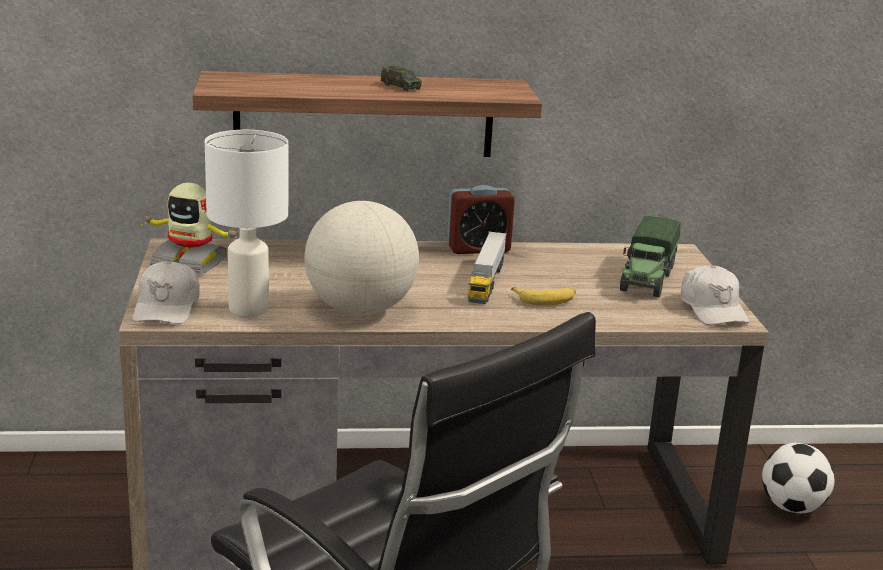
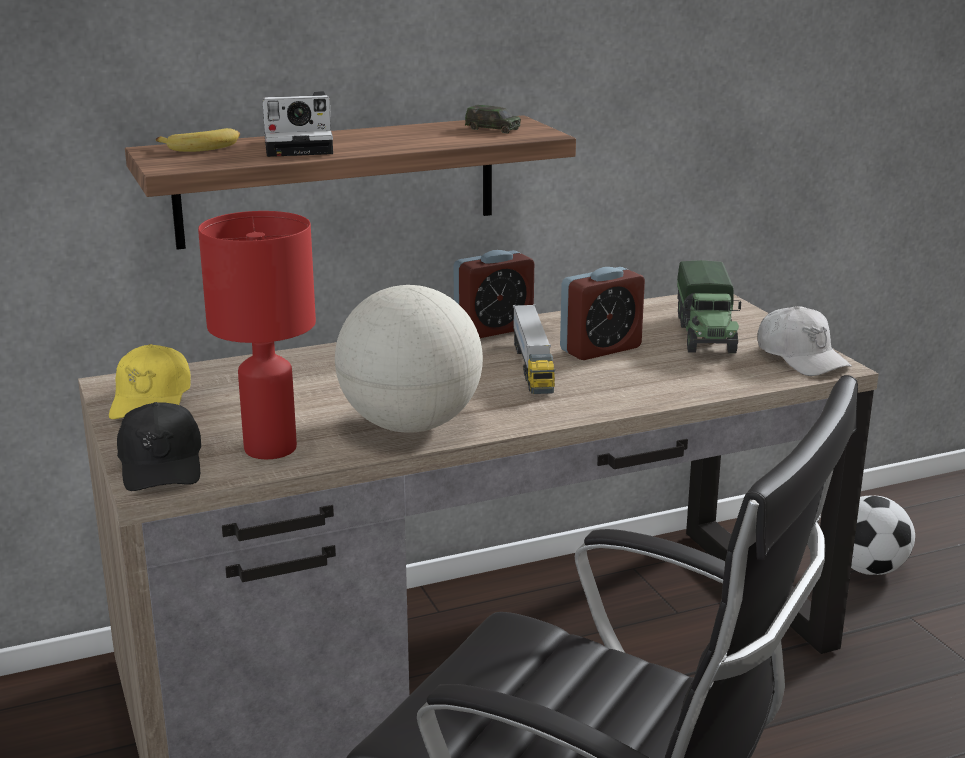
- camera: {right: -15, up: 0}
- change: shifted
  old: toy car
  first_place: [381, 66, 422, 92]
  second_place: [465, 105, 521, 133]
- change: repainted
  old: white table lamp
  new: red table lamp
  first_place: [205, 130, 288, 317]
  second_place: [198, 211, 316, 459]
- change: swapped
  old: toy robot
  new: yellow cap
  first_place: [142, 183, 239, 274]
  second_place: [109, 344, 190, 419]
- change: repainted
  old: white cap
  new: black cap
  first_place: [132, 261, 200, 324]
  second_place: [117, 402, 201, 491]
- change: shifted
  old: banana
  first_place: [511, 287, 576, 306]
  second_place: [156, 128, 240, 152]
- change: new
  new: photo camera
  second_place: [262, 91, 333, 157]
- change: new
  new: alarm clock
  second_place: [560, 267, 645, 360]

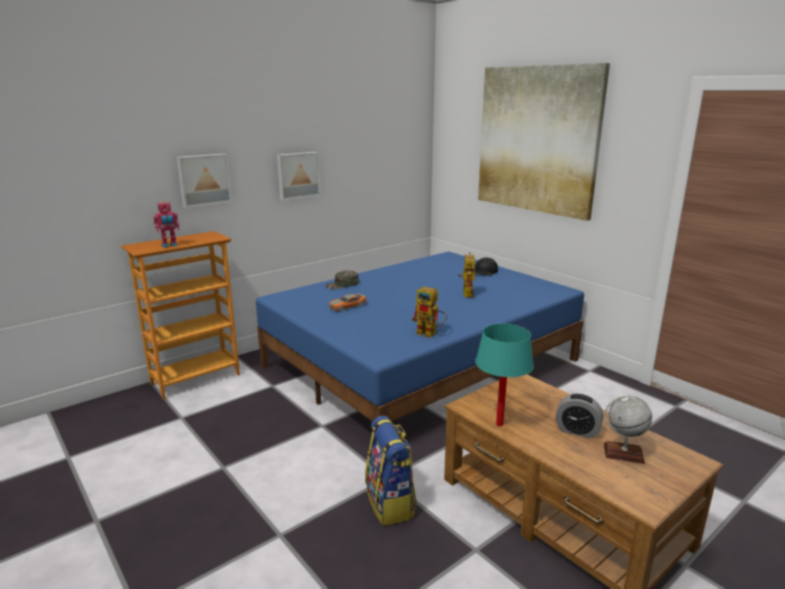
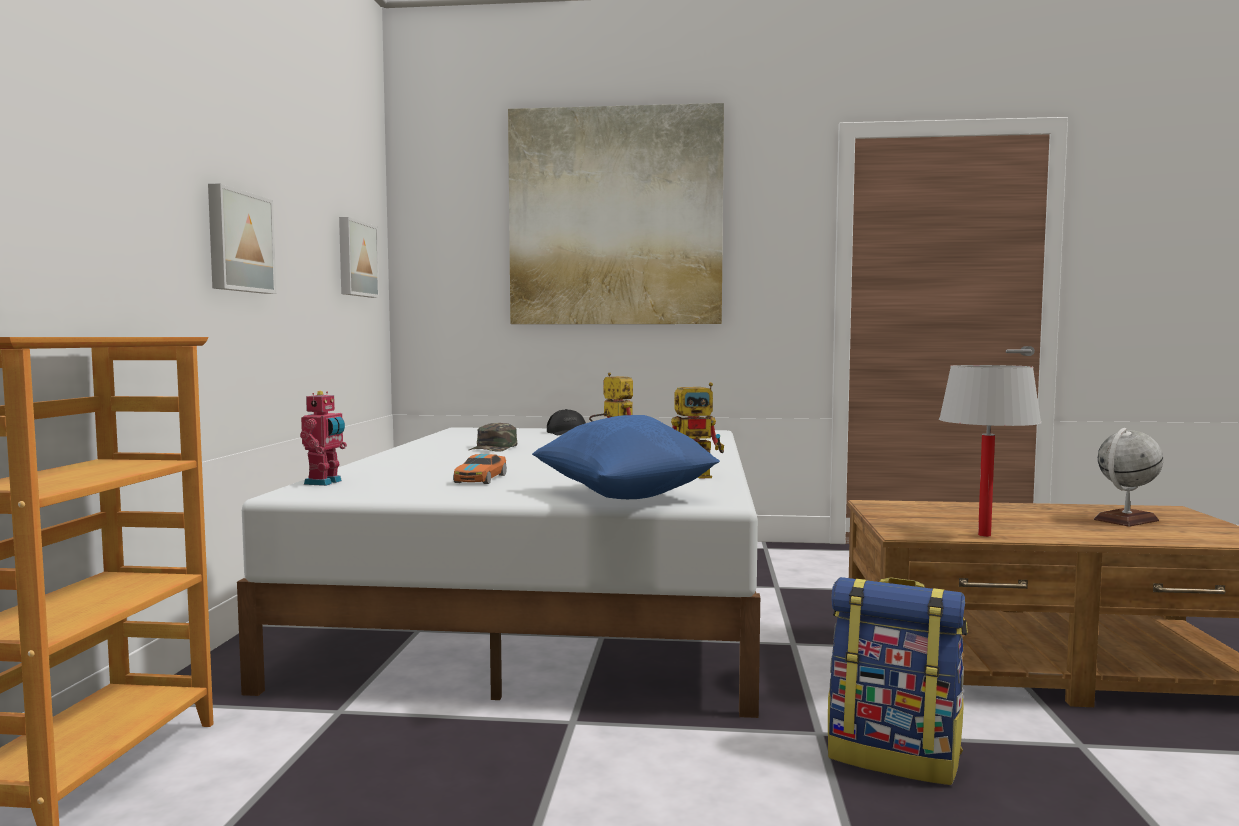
- camera: {right: -45, up: -15}
- change: shifted
  old: picture
  first_place: [177, 154, 232, 208]
  second_place: [339, 217, 379, 298]
- change: shifted
  old: toy robot
  first_place: [154, 201, 179, 248]
  second_place: [300, 391, 347, 486]
- change: repainted
  old: blue bed
  new: white bed
  first_place: [256, 252, 584, 422]
  second_place: [237, 427, 760, 718]
- change: shifted
  old: green cap
  first_place: [325, 270, 359, 289]
  second_place: [469, 423, 517, 452]
- change: repainted
  old: turquoise table lamp
  new: white table lamp
  first_place: [475, 324, 534, 426]
  second_place: [939, 365, 1042, 537]
- change: gone
  old: alarm clock
  first_place: [555, 394, 603, 438]
- change: new
  new: blue pillow
  second_place: [532, 415, 720, 499]

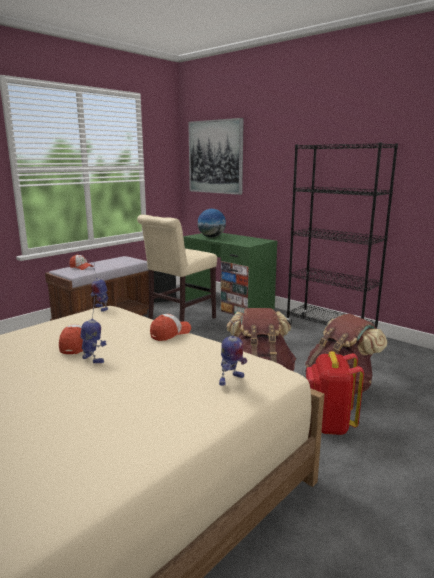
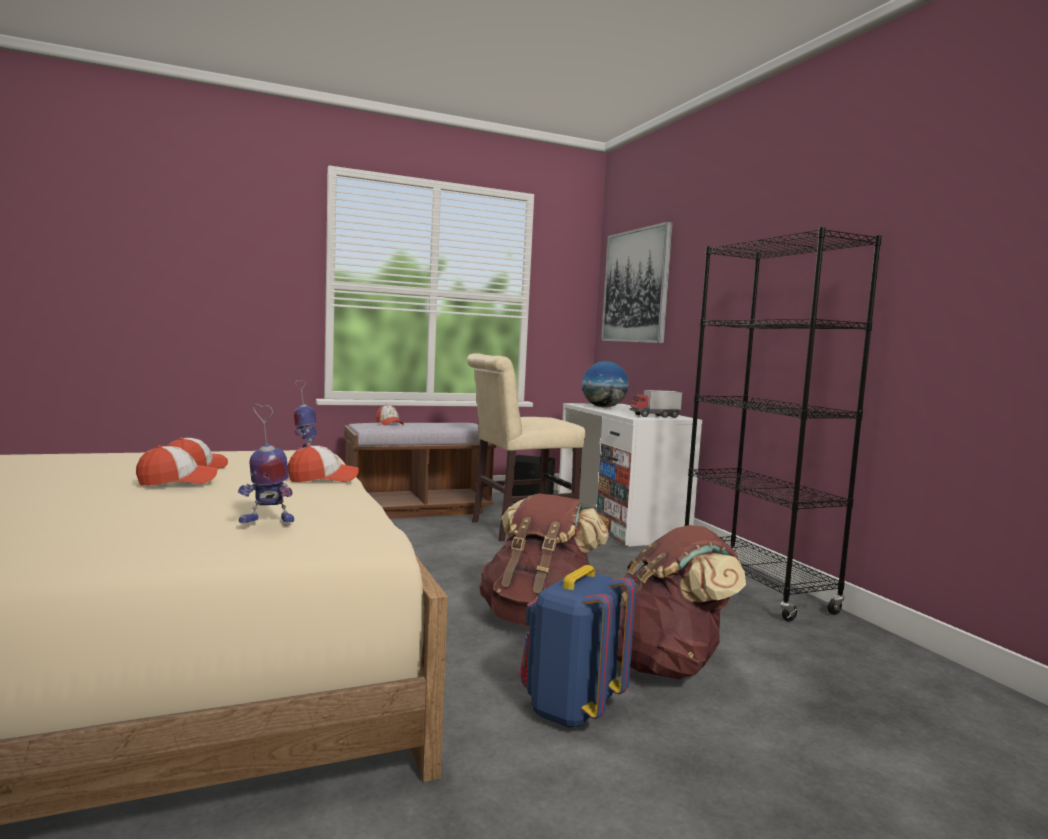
- camera: {right: 25, up: -10}
- change: repainted
  old: green desk
  new: white desk
  first_place: [183, 233, 277, 315]
  second_place: [558, 403, 702, 547]
- change: swapped
  old: toy robot
  new: cap
  first_place: [80, 297, 107, 363]
  second_place: [136, 445, 217, 486]
- change: repainted
  old: red backpack
  new: blue backpack
  first_place: [306, 351, 364, 435]
  second_place: [519, 565, 636, 728]
- change: new
  new: toy truck
  second_place: [630, 390, 682, 418]

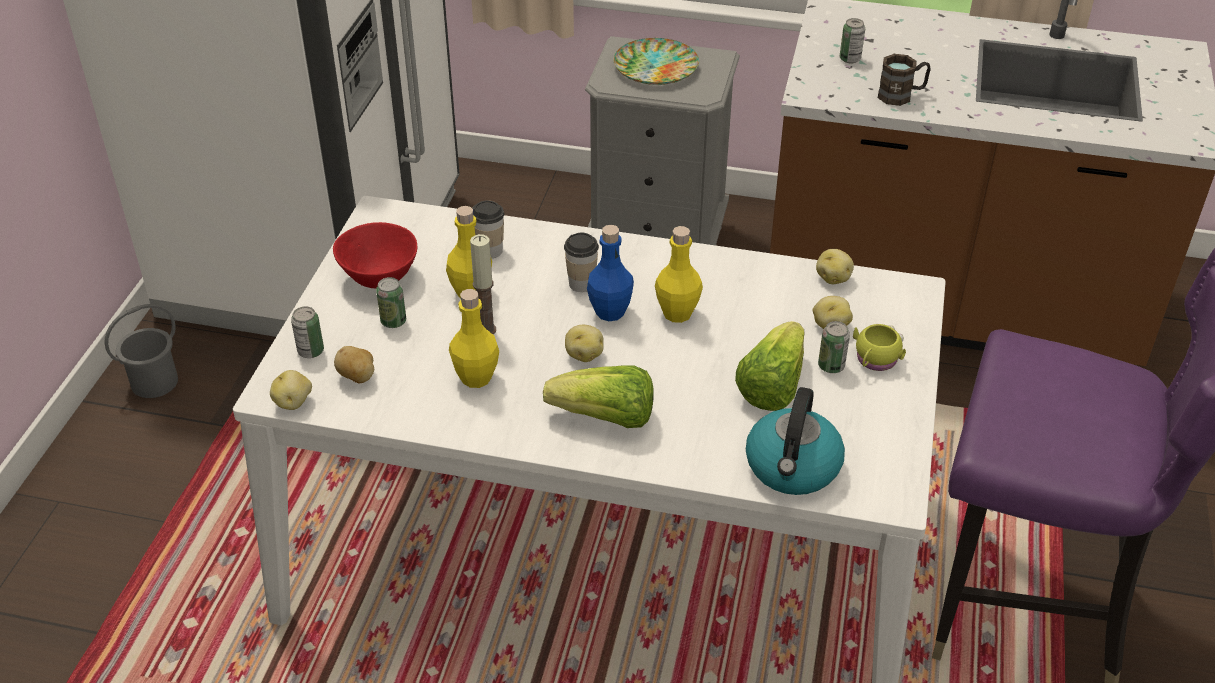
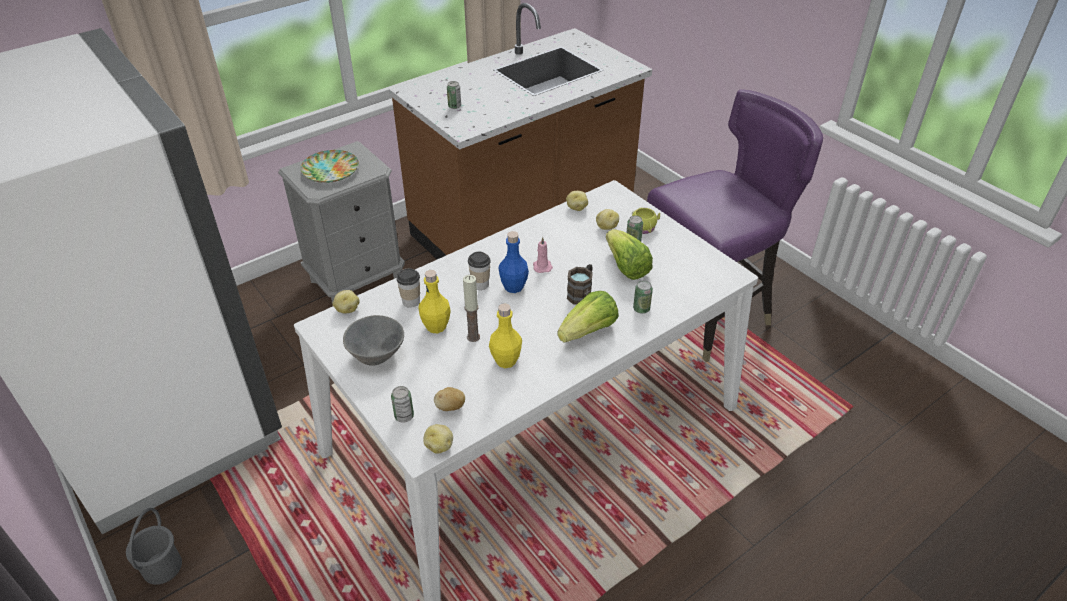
- camera: {right: -50, up: 0}
- change: shifted
  old: brown mug
  first_place: [878, 54, 931, 106]
  second_place: [567, 264, 593, 305]
- change: repainted
  old: red bowl
  new: grey bowl
  first_place: [333, 222, 417, 289]
  second_place: [343, 315, 404, 366]
- change: swapped
  old: yellow bottle
  new: pink candle
  first_place: [655, 226, 703, 323]
  second_place: [533, 237, 553, 273]
- change: shifted
  old: can
  first_place: [376, 277, 406, 328]
  second_place: [633, 280, 653, 314]
- change: shifted
  old: potato
  first_place: [565, 325, 604, 362]
  second_place: [332, 290, 360, 314]
- change: gone
  old: kettle
  first_place: [746, 387, 845, 495]

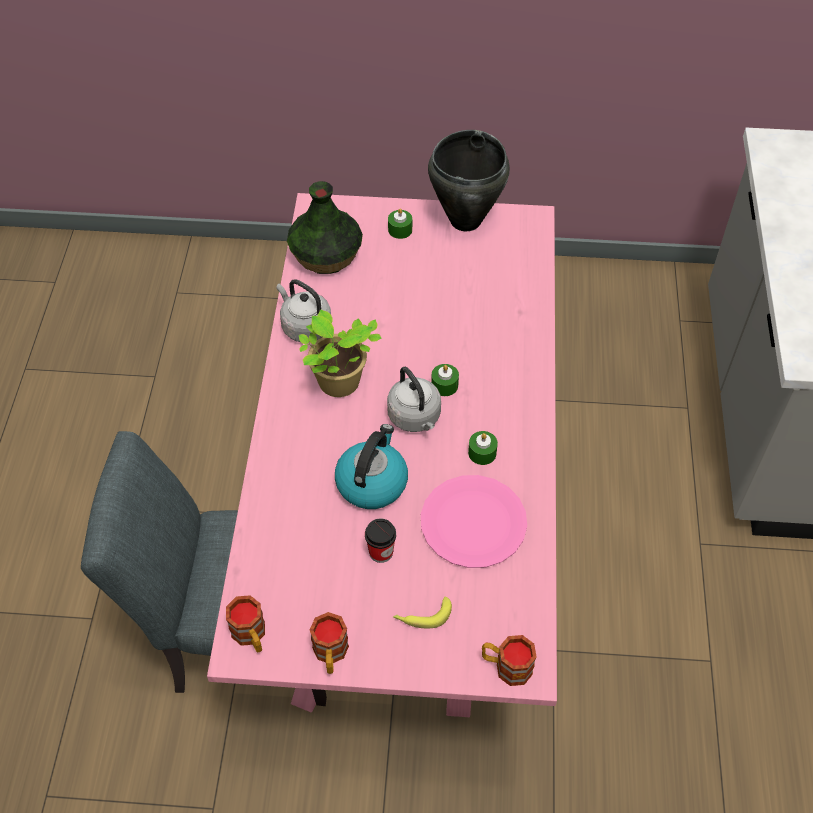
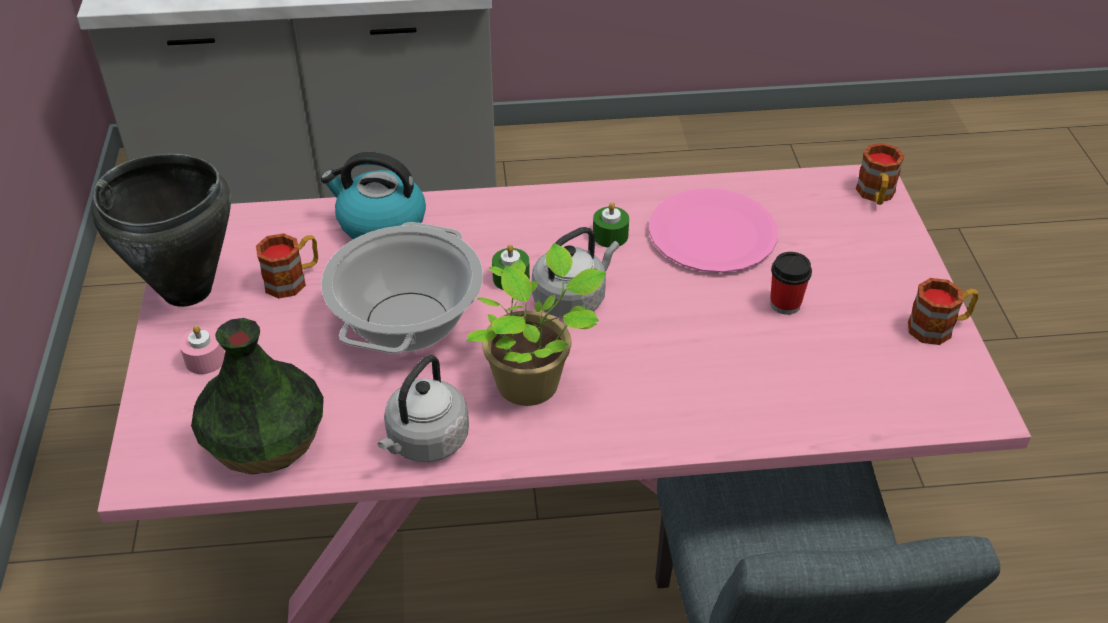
- camera: {right: -100, up: -10}
- change: repainted
  old: green candle
  new: pink candle
  first_place: [388, 208, 412, 239]
  second_place: [179, 325, 225, 374]
- change: shifted
  old: kettle
  first_place: [335, 424, 408, 509]
  second_place: [321, 152, 426, 239]
- change: shifted
  old: mug
  first_place: [226, 595, 265, 653]
  second_place: [256, 233, 318, 299]
- change: gone
  old: banana
  first_place: [393, 597, 452, 628]
- change: new
  new: cooking pot
  second_place: [321, 222, 483, 354]

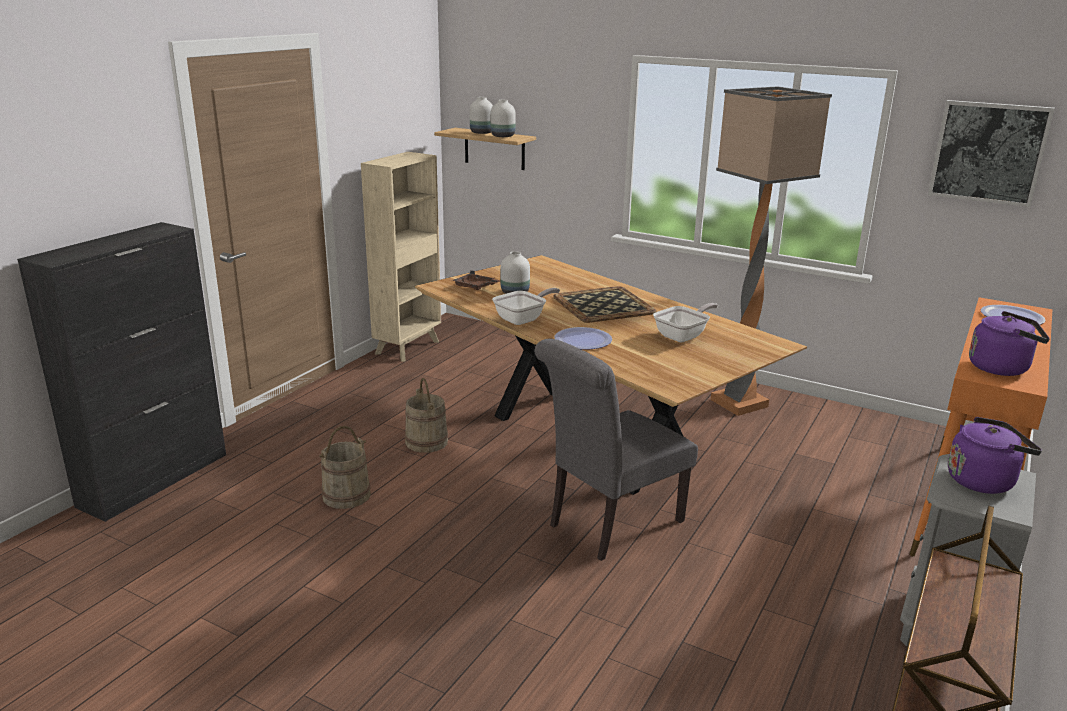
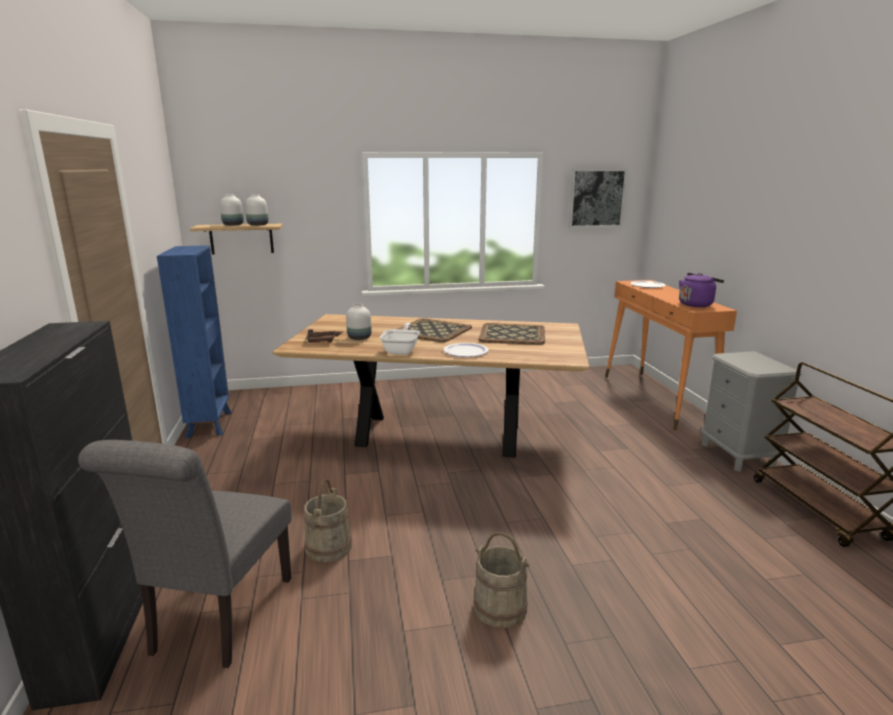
- camera: {right: -40, up: -5}
- change: gone
  old: floor lamp
  first_place: [711, 86, 832, 416]
- change: repainted
  old: beige bookcase
  new: blue bookcase
  first_place: [361, 152, 441, 362]
  second_place: [157, 245, 232, 438]
- change: swapped
  old: frying pan
  new: tray
  first_place: [653, 303, 718, 342]
  second_place: [478, 323, 545, 345]
- change: shifted
  old: grey chair
  first_place: [535, 338, 698, 561]
  second_place: [78, 440, 291, 668]
- change: shifted
  old: beige bucket
  first_place: [405, 378, 448, 453]
  second_place: [474, 532, 530, 628]
- change: gone
  old: purple kettle
  first_place: [948, 417, 1042, 494]

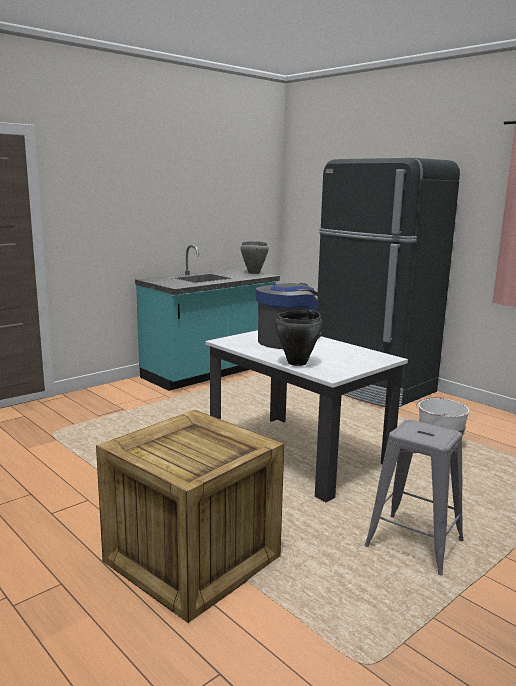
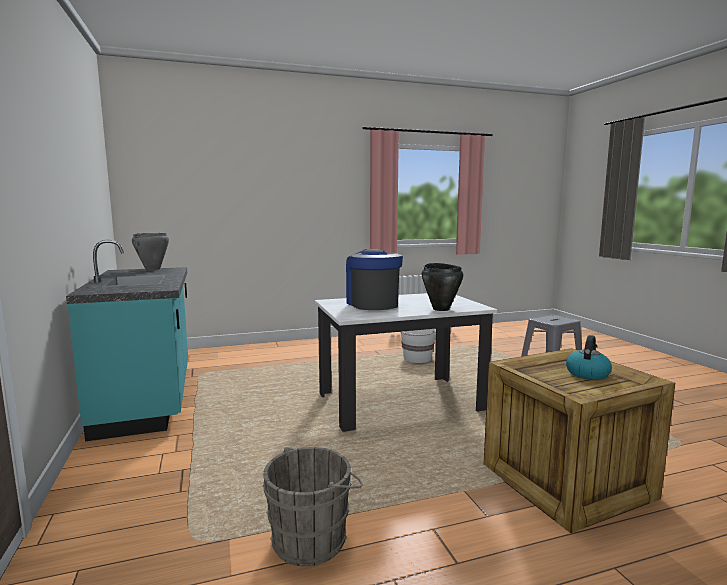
- camera: {right: -65, up: -5}
- change: gone
  old: black fridge
  first_place: [317, 158, 460, 407]
- change: new
  new: kettle
  second_place: [566, 335, 612, 380]
- change: new
  new: grey bucket
  second_place: [262, 447, 363, 567]

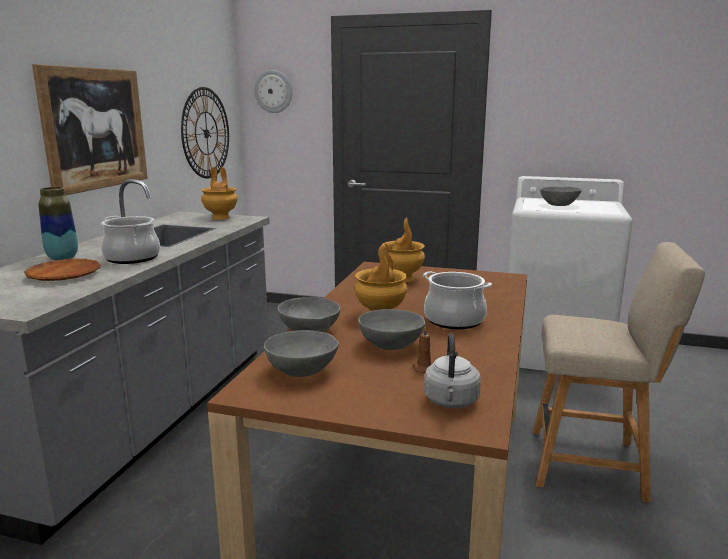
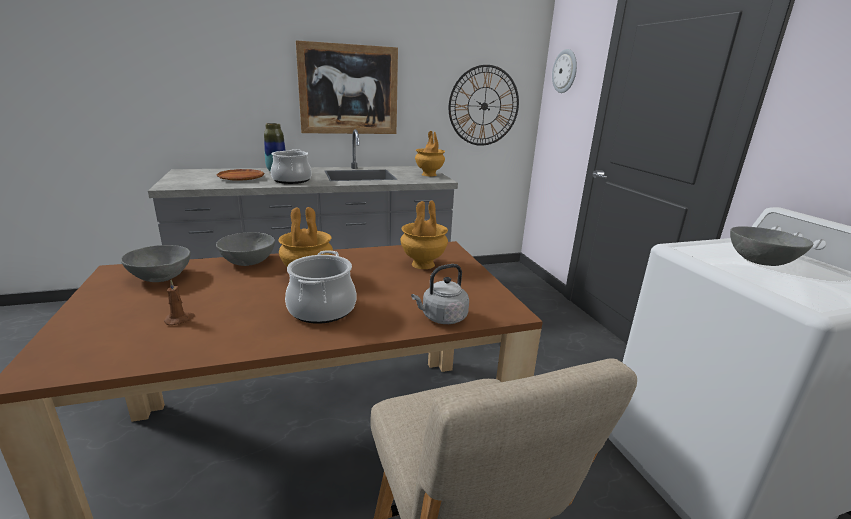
- camera: {right: 55, up: 5}
- change: gone
  old: grey bowl
  first_place: [358, 309, 425, 350]
- change: shifted
  old: grey kettle
  first_place: [424, 333, 481, 408]
  second_place: [411, 264, 469, 324]

